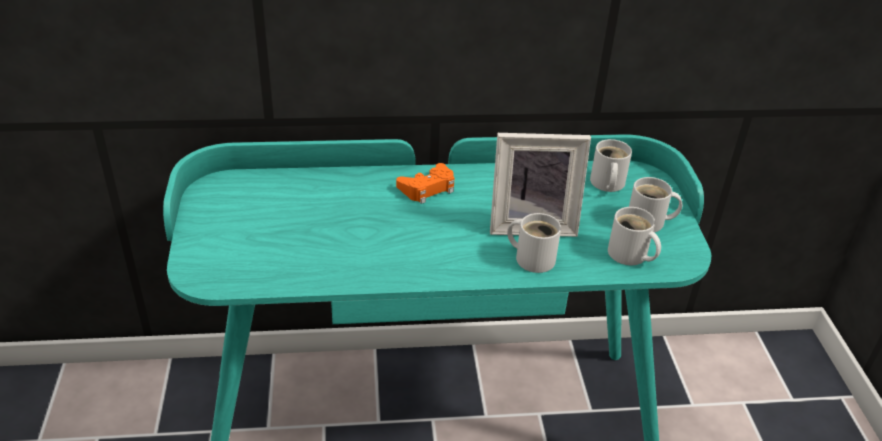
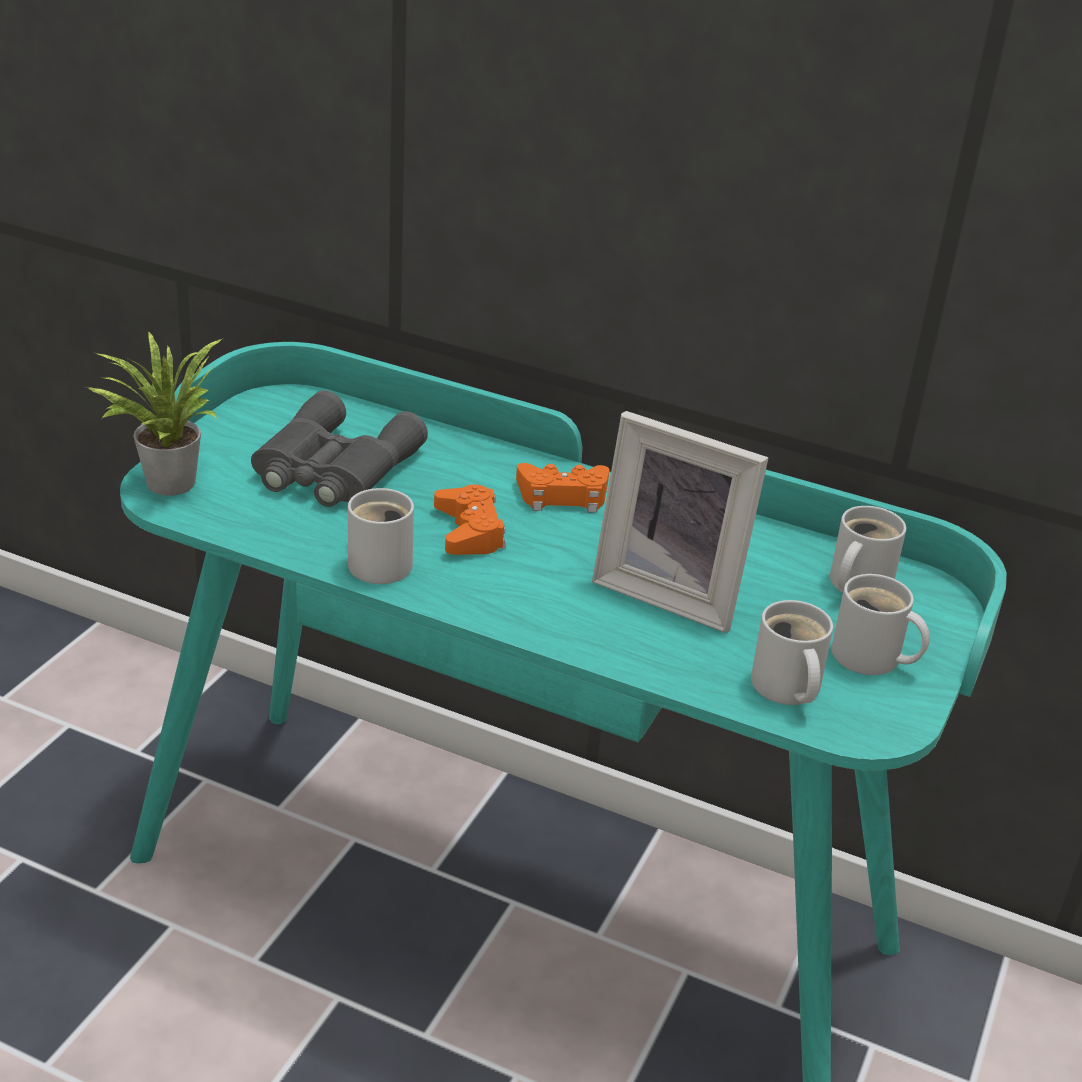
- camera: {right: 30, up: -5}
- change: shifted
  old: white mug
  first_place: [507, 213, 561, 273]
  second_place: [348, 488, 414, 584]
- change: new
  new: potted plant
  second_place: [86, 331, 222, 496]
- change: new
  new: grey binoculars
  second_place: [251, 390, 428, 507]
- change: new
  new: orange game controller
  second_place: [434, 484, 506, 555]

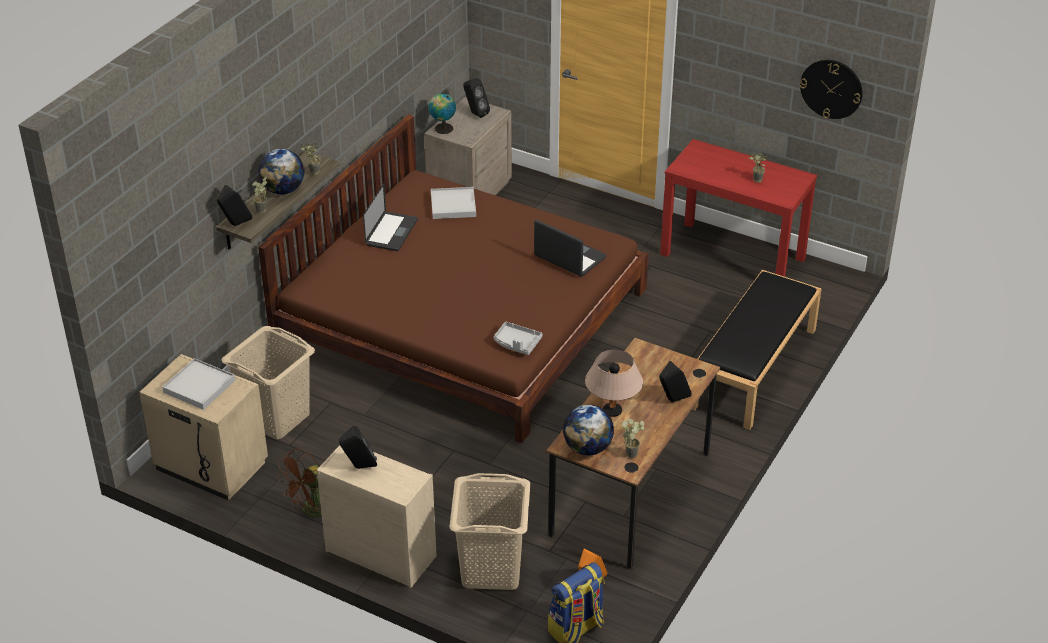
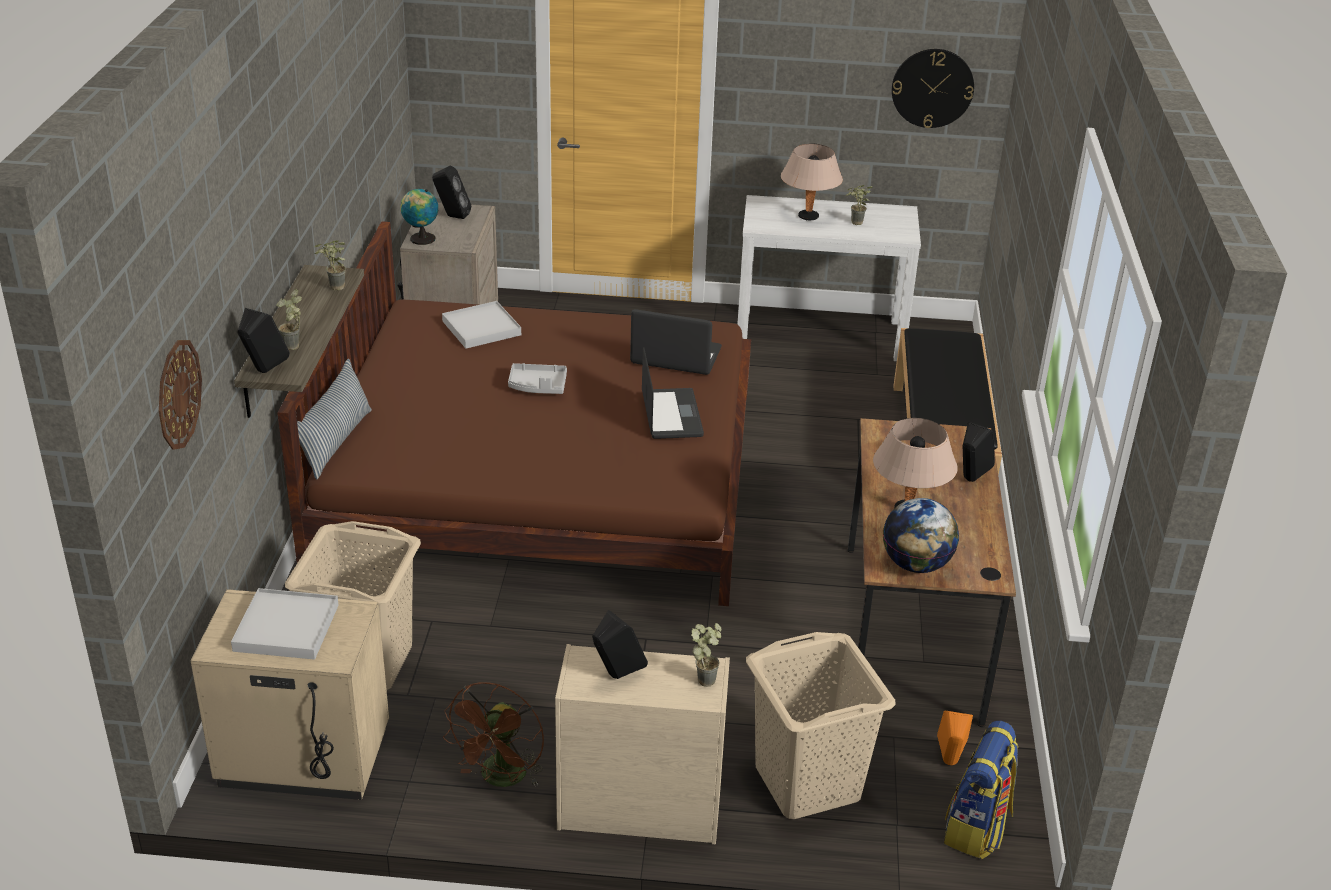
- camera: {right: -25, up: -5}
- change: repainted
  old: red console table
  new: white console table
  first_place: [660, 139, 817, 277]
  second_place: [737, 195, 921, 361]
- change: gone
  old: globe
  first_place: [258, 149, 305, 194]
- change: shifted
  old: laptop
  first_place: [363, 184, 418, 251]
  second_place: [642, 347, 704, 439]
- change: shifted
  old: grey tray
  first_place: [494, 322, 542, 355]
  second_place: [508, 363, 567, 394]
- change: shifted
  old: potted plant
  first_place: [622, 419, 645, 458]
  second_place: [691, 623, 721, 687]
- change: new
  new: beige table lamp
  second_place: [781, 144, 843, 220]
- change: new
  new: wall clock
  second_place: [159, 340, 202, 450]
- change: new
  new: pillow
  second_place: [297, 359, 372, 480]

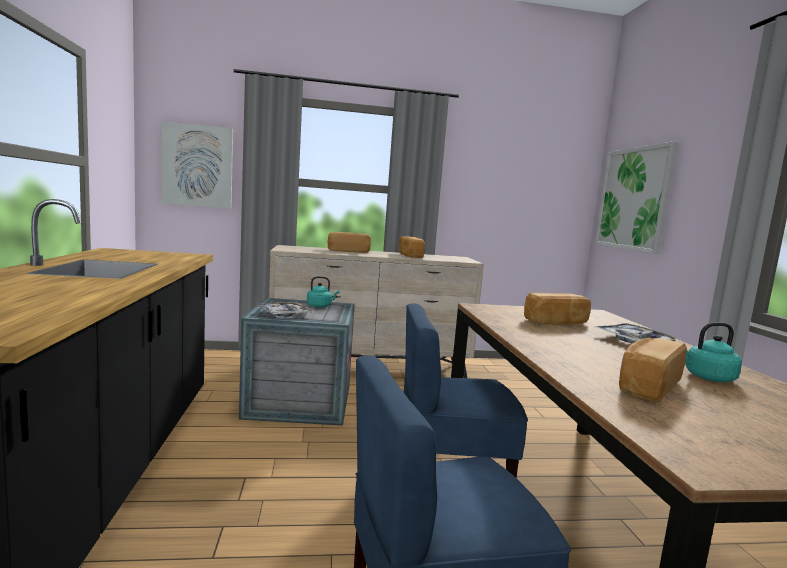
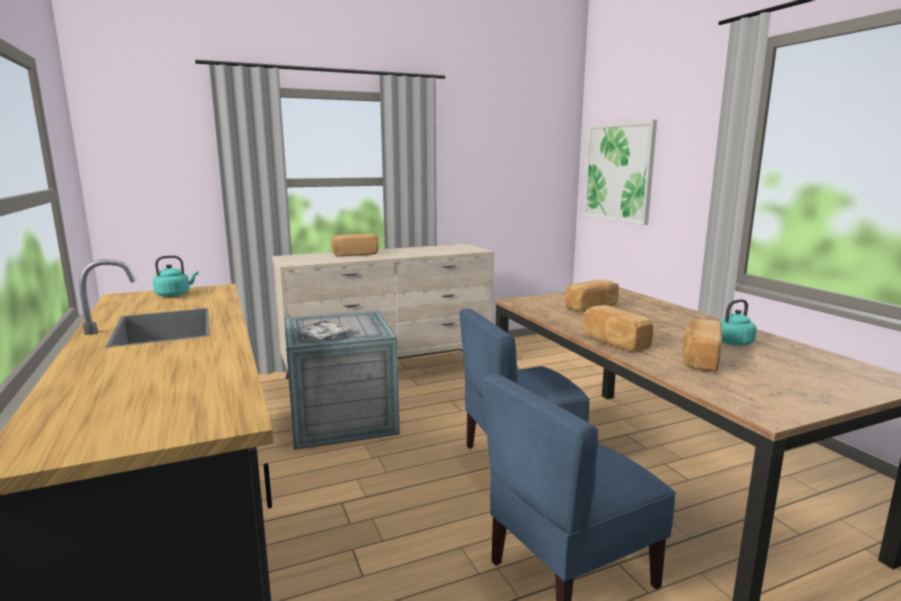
- camera: {right: -15, up: 5}
- change: gone
  old: picture
  first_place: [162, 122, 233, 208]
- change: shifted
  old: bread
  first_place: [399, 236, 425, 258]
  second_place: [583, 305, 653, 351]
- change: shifted
  old: turquoise kettle
  first_place: [307, 276, 340, 308]
  second_place: [153, 255, 199, 297]
- change: gone
  old: tray
  first_place: [595, 323, 680, 343]

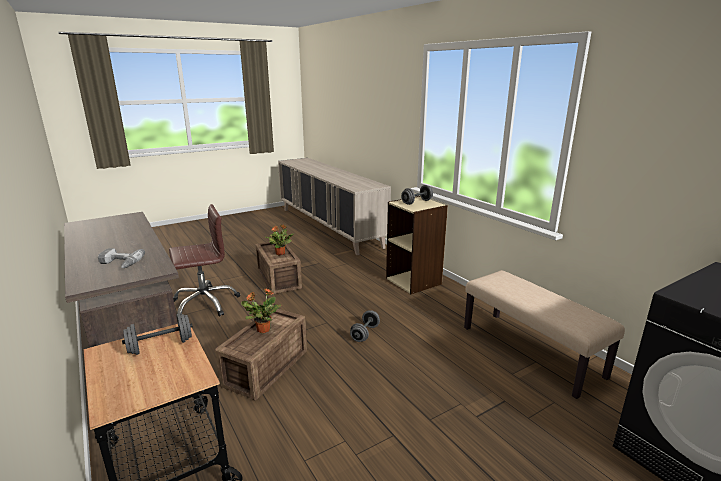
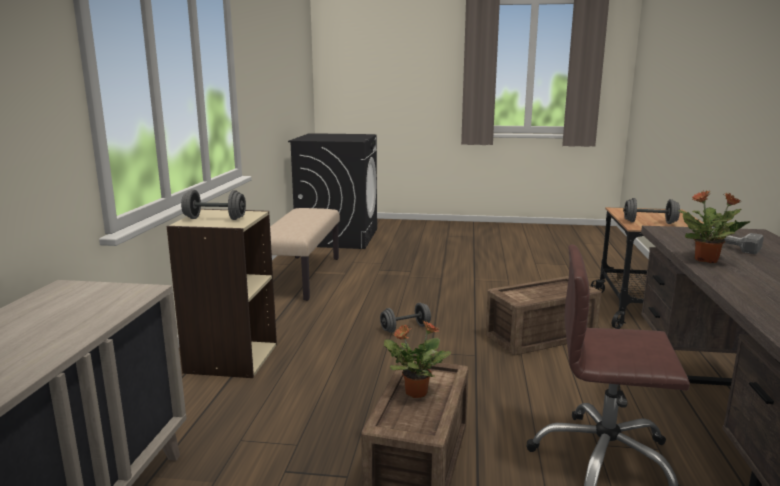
- camera: {right: -140, up: -5}
- change: shifted
  old: potted plant
  first_place: [241, 288, 282, 333]
  second_place: [678, 190, 750, 263]

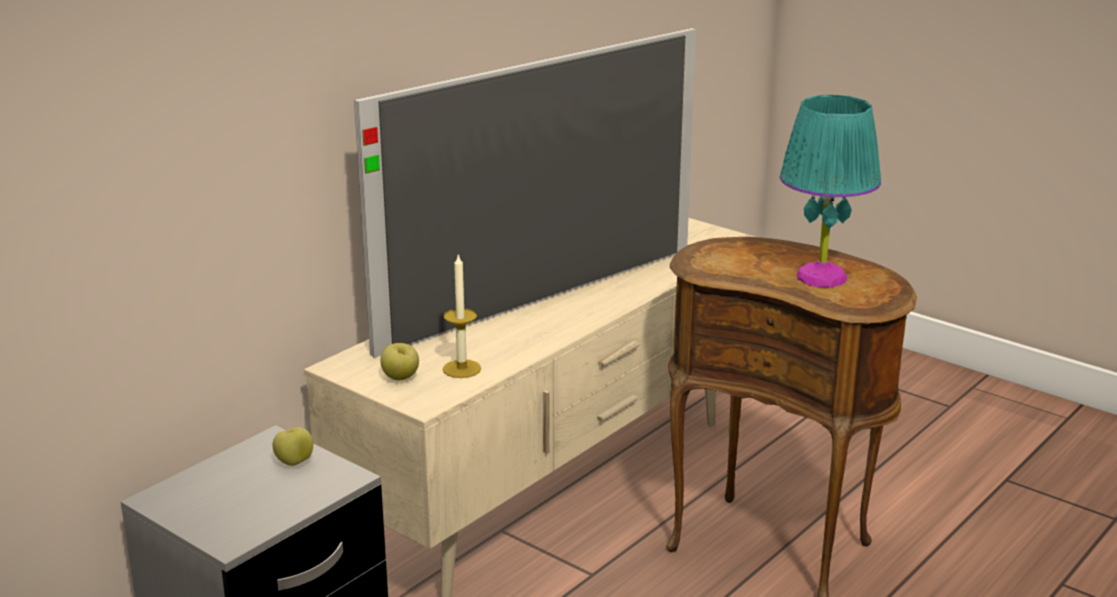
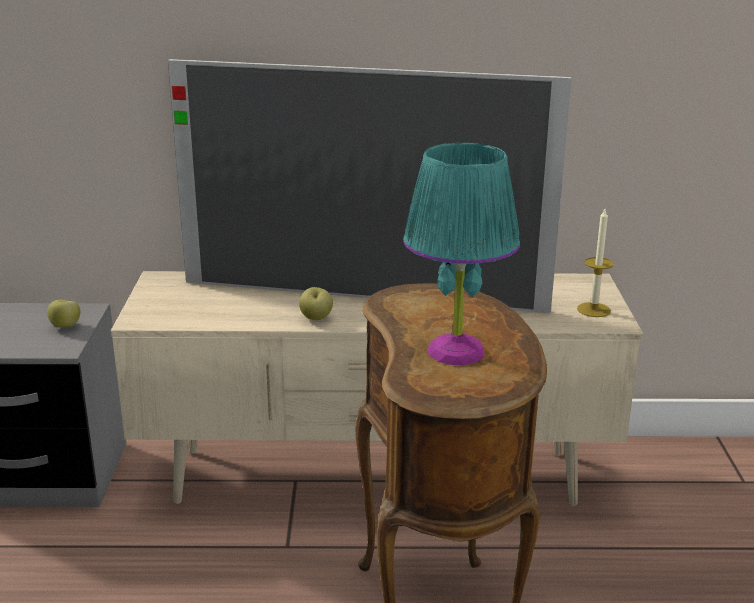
- camera: {right: 50, up: 0}
- change: shifted
  old: candle
  first_place: [443, 253, 481, 378]
  second_place: [577, 209, 614, 317]
- change: shifted
  old: apple
  first_place: [380, 343, 419, 380]
  second_place: [299, 287, 333, 320]

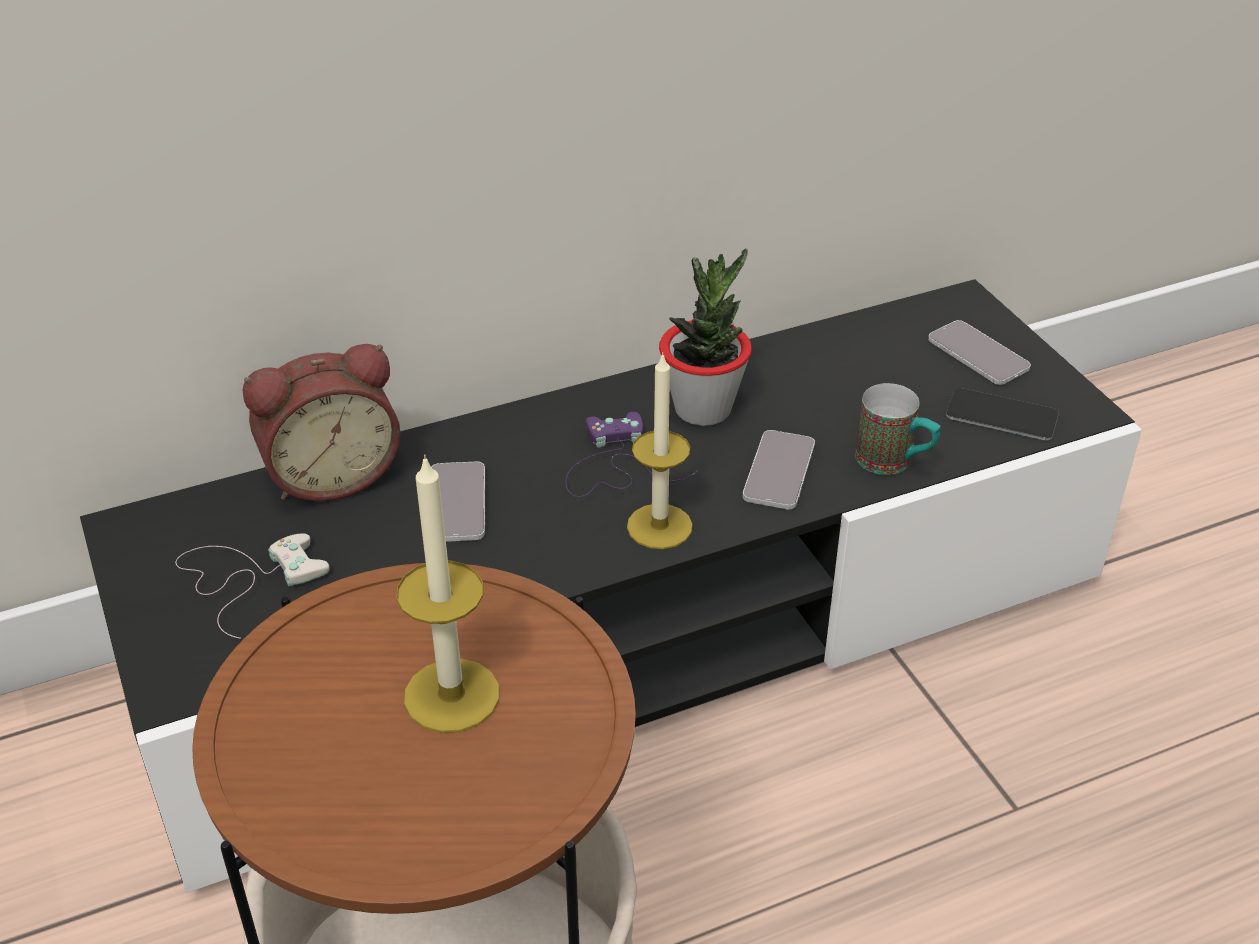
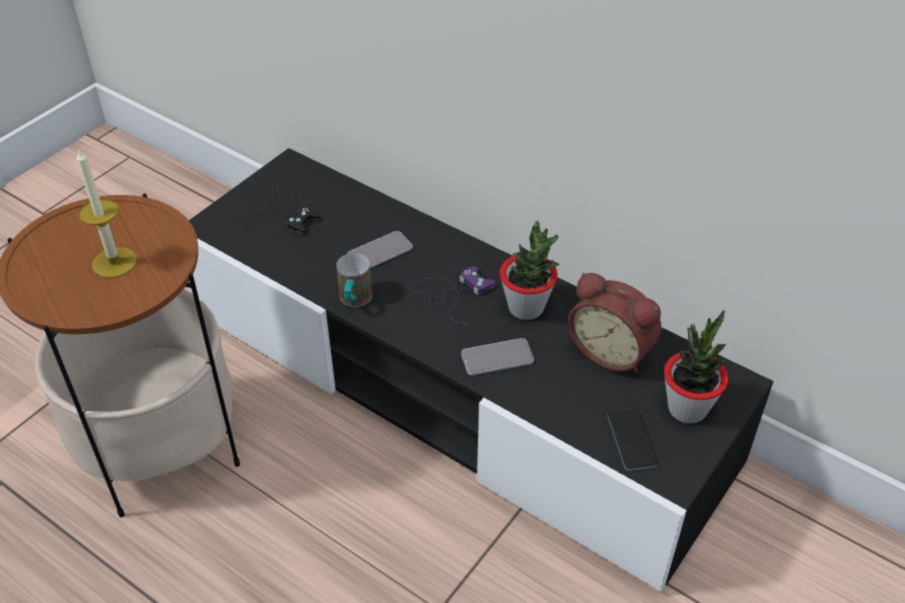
- camera: {right: 60, up: 5}
- change: swapped
  old: phone
  new: potted plant
  first_place: [928, 320, 1031, 385]
  second_place: [664, 310, 728, 423]
- change: shifted
  old: alarm clock
  first_place: [243, 344, 401, 501]
  second_place: [568, 273, 661, 373]
- change: gone
  old: candle
  first_place: [627, 352, 693, 549]
- change: shifted
  old: mug
  first_place: [855, 383, 941, 475]
  second_place: [336, 253, 372, 307]
- change: repainted
  old: white game controller
  new: black game controller
  first_place: [175, 533, 330, 639]
  second_place: [243, 186, 320, 234]

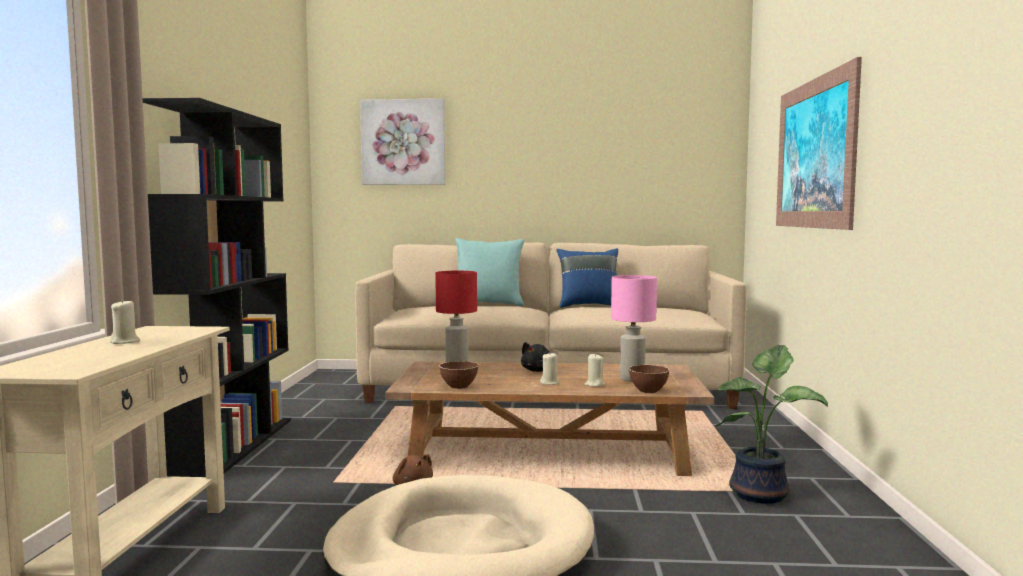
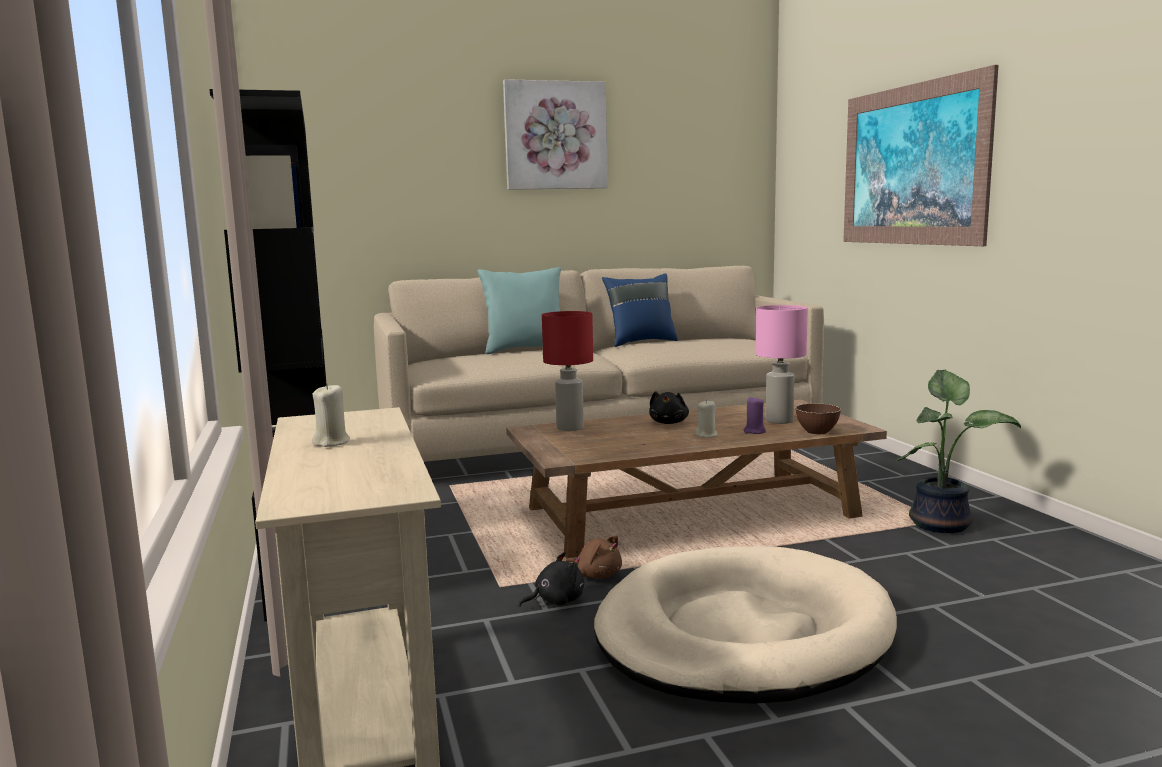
- camera: {right: -20, up: 5}
- change: shifted
  old: picture
  first_place: [360, 99, 445, 185]
  second_place: [503, 79, 608, 190]
- change: repainted
  old: beige candle
  new: purple candle
  first_place: [585, 353, 605, 387]
  second_place: [744, 396, 766, 434]
- change: gone
  old: brown bowl
  first_place: [439, 361, 478, 389]
- change: new
  new: black plush toy
  second_place: [519, 552, 584, 607]

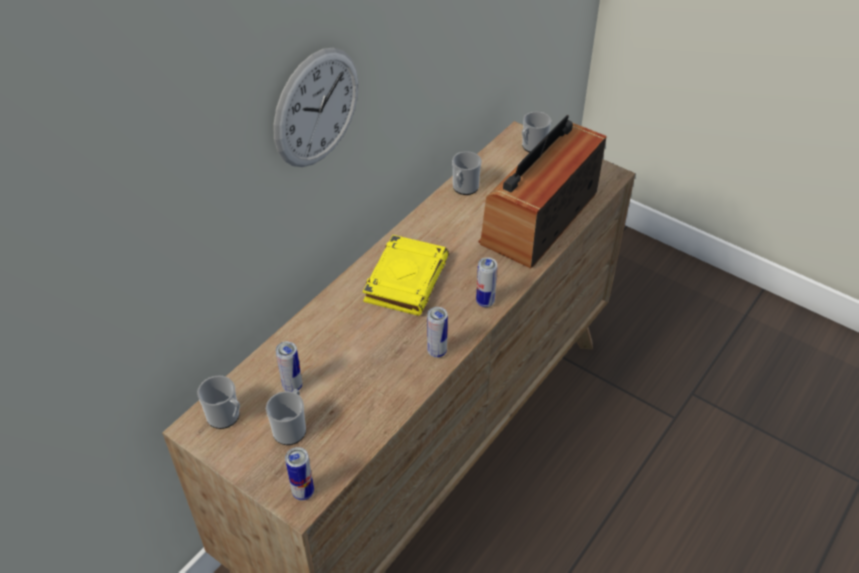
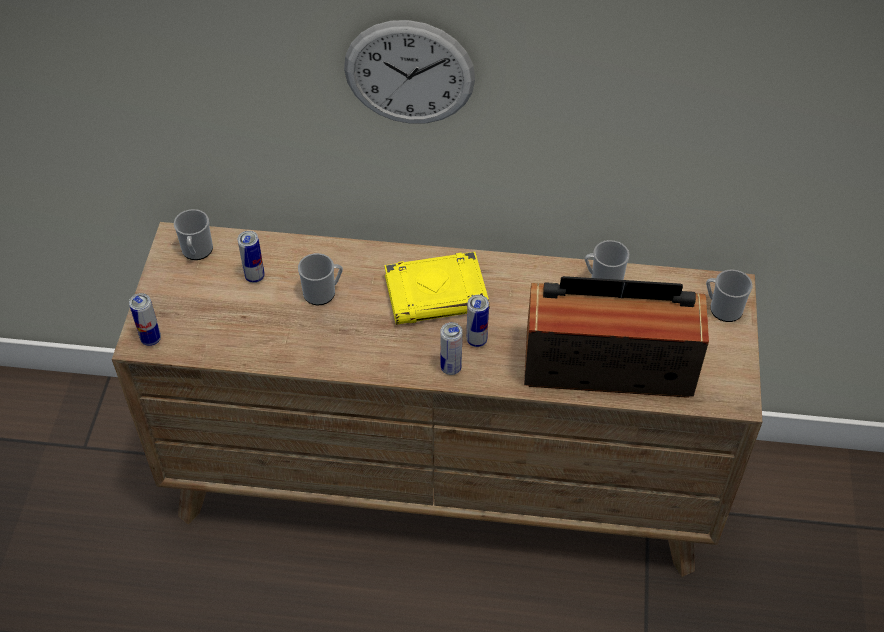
- camera: {right: 60, up: 5}
- change: shifted
  old: can
  first_place: [427, 307, 448, 358]
  second_place: [467, 295, 489, 347]
- change: shifted
  old: mug
  first_place: [266, 389, 306, 445]
  second_place: [298, 253, 343, 305]

